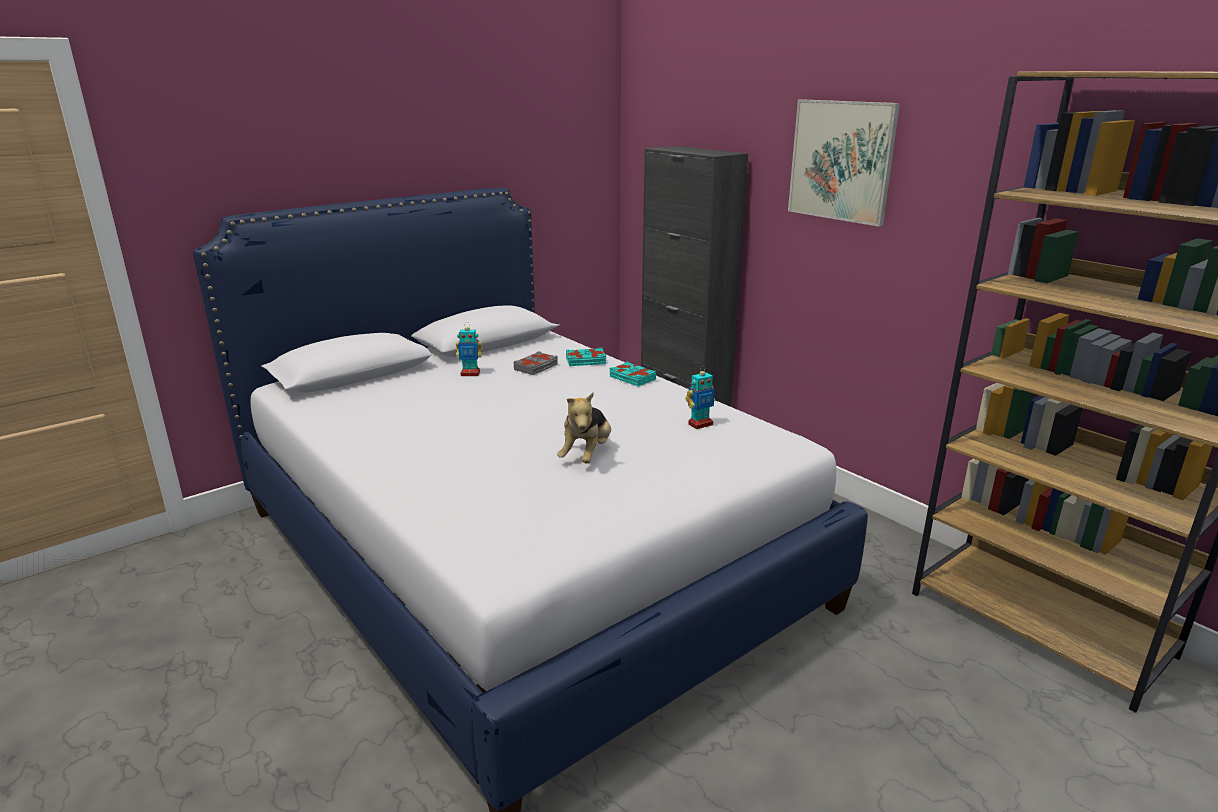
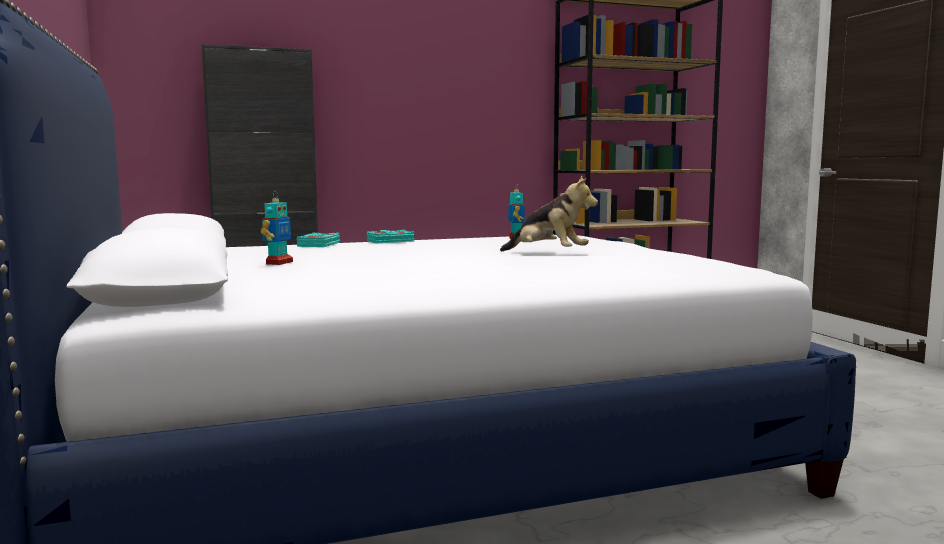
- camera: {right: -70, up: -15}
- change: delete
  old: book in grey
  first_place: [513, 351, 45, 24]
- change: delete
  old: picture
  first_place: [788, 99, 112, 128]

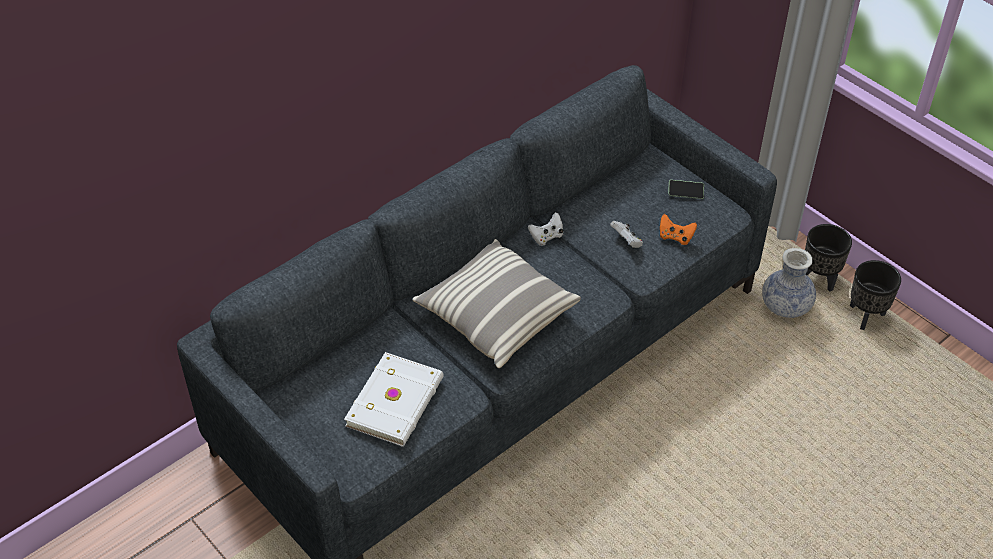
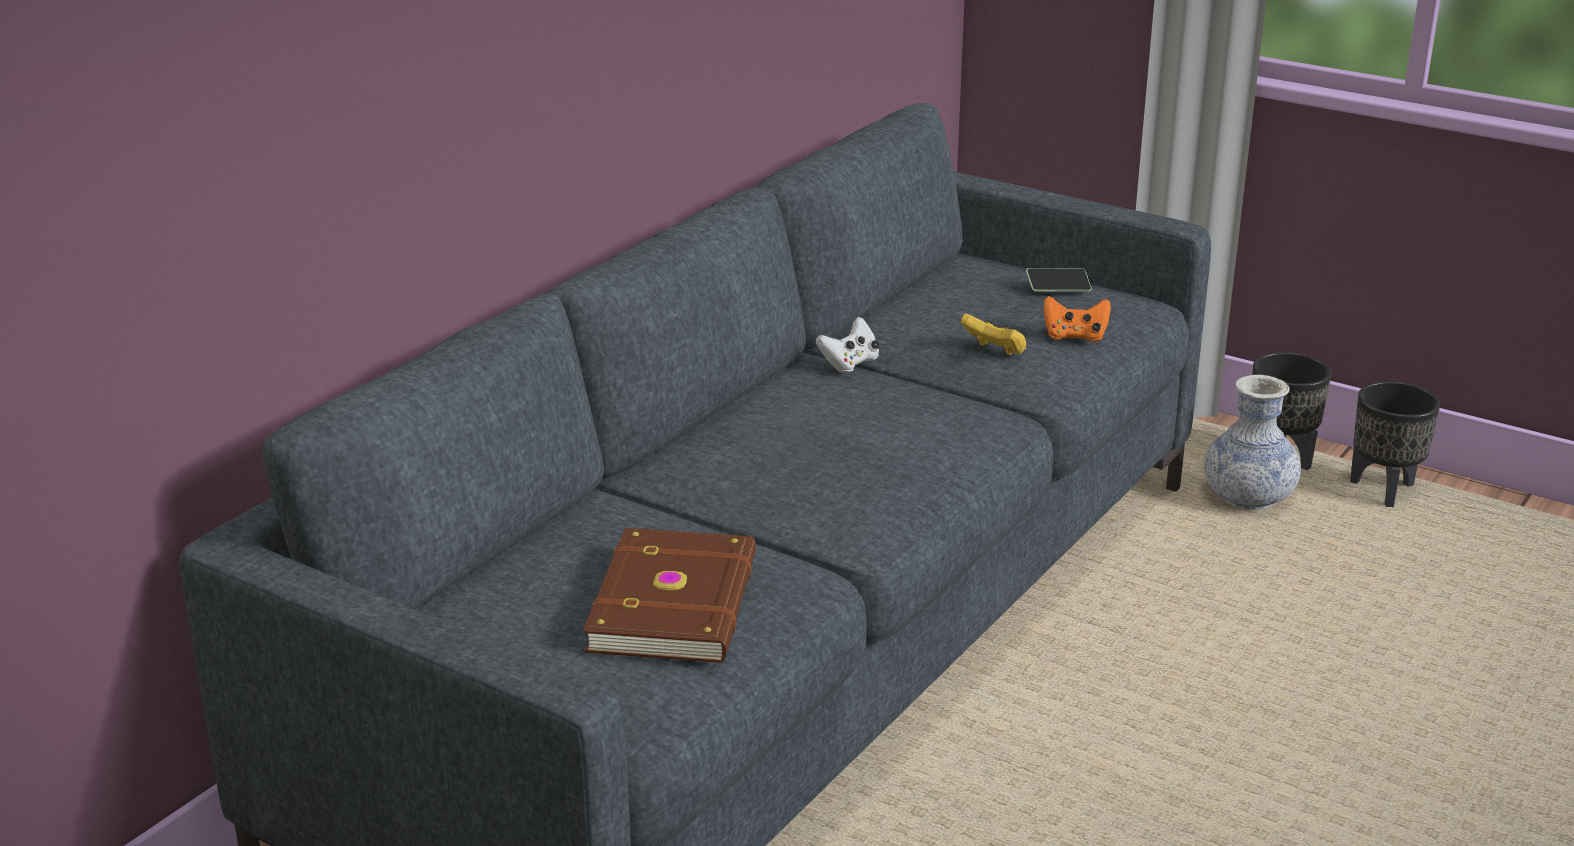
- camera: {right: -15, up: -20}
- change: delete
  old: pillow
  first_place: [413, 239, 168, 129]
- change: recolor
  old: book in white
  new: book in brown
  first_place: [344, 352, 100, 95]
  second_place: [583, 528, 173, 135]
- change: recolor
  old: game controller in white
  new: game controller in yellow
  first_place: [610, 221, 33, 27]
  second_place: [961, 314, 65, 42]

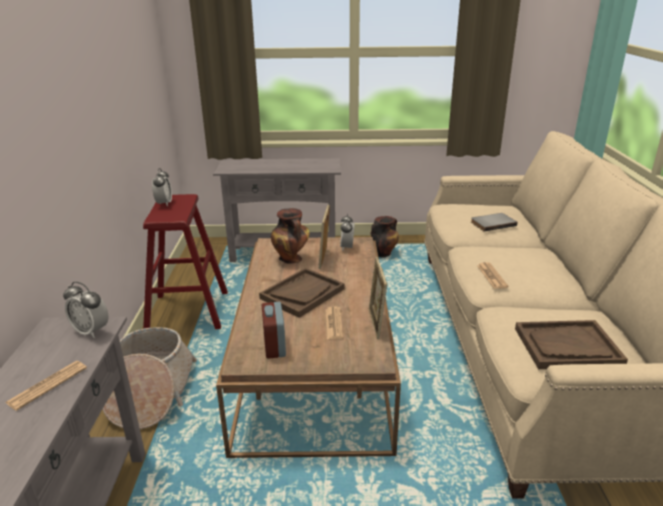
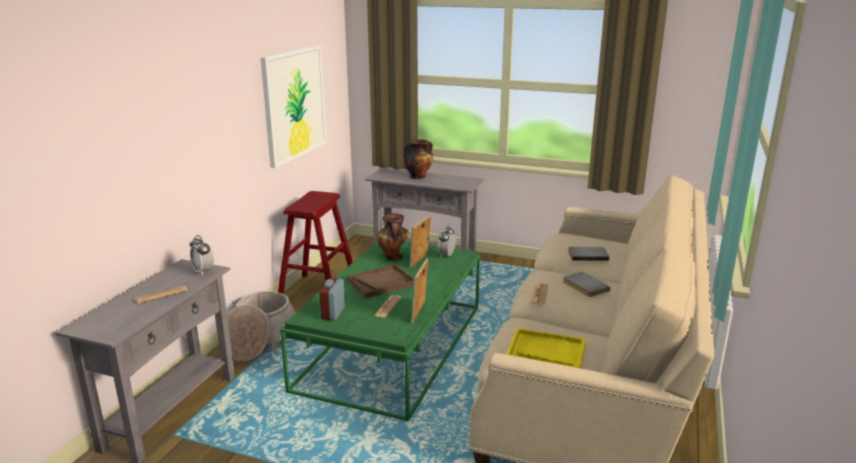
- camera: {right: 20, up: -5}
- change: delete
  old: alarm clock
  first_place: [152, 168, 20, 38]
- change: insert
  new: picture
  second_place: [261, 45, 65, 123]
- change: insert
  new: book in grey
  second_place: [563, 272, 47, 25]
- change: move
  old: vase
  first_place: [370, 216, 29, 42]
  second_place: [403, 139, 30, 40]
- change: recolor
  old: coffee table in brown
  new: coffee table in green
  first_place: [216, 237, 185, 221]
  second_place: [280, 241, 200, 180]
- change: recolor
  old: tray in brown
  new: tray in yellow
  first_place: [515, 320, 113, 49]
  second_place: [506, 328, 80, 40]

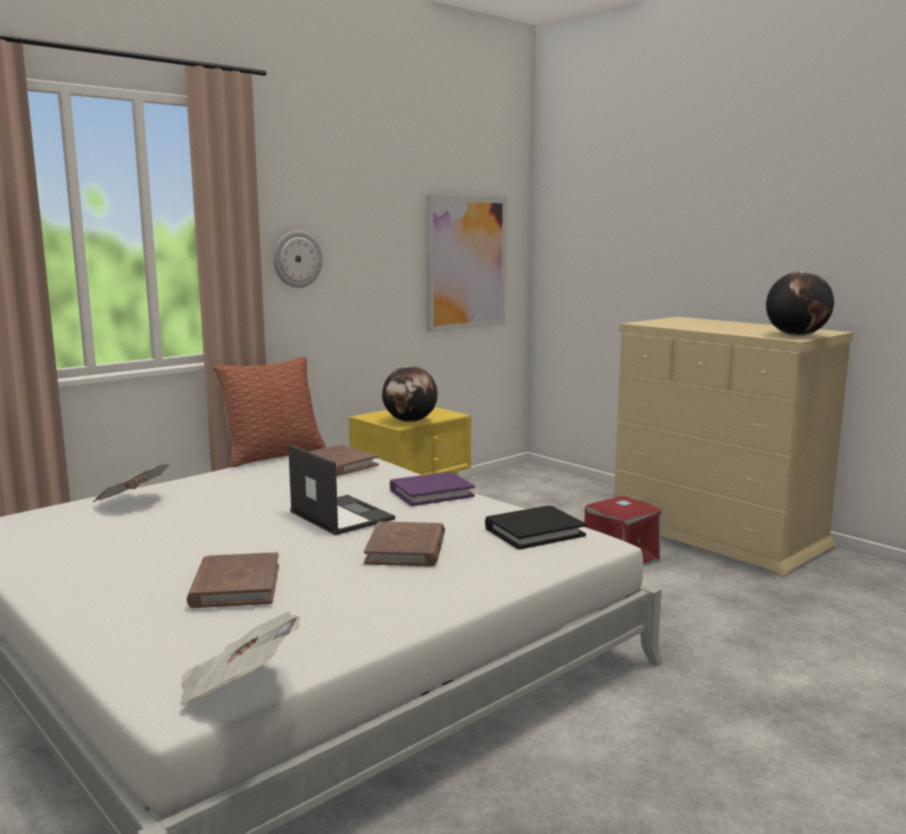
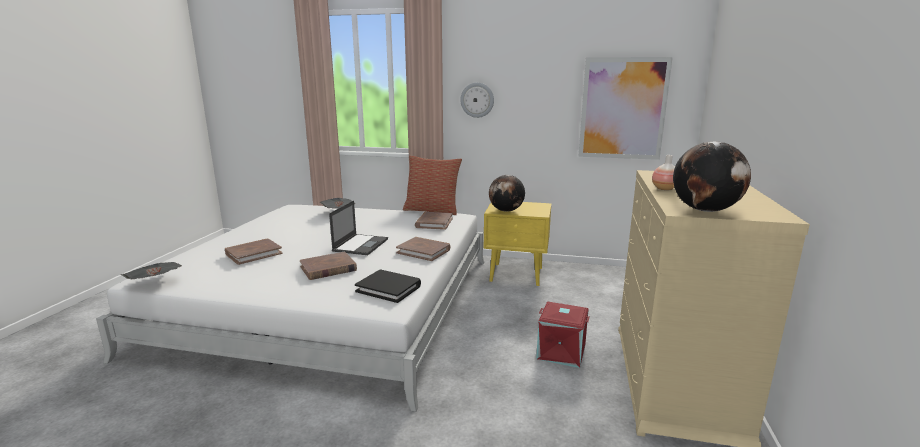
- camera: {right: 55, up: 5}
- change: insert
  new: vase
  second_place: [652, 155, 23, 35]
- change: recolor
  old: book in purple
  new: book in brown
  first_place: [390, 472, 85, 34]
  second_place: [396, 237, 54, 24]

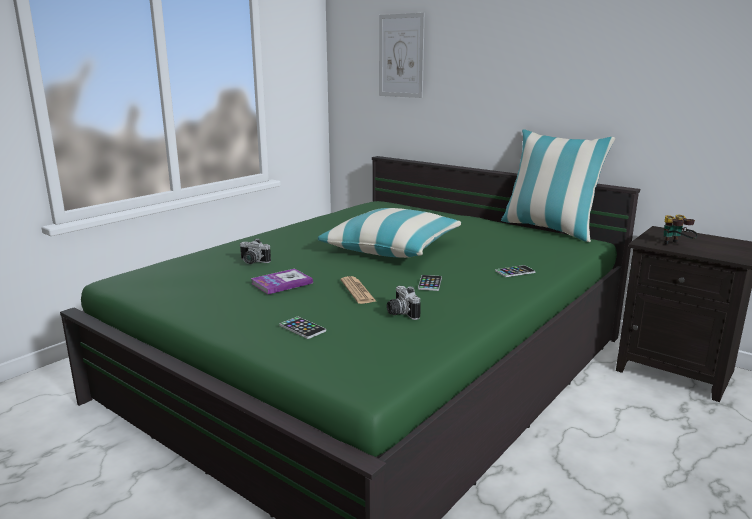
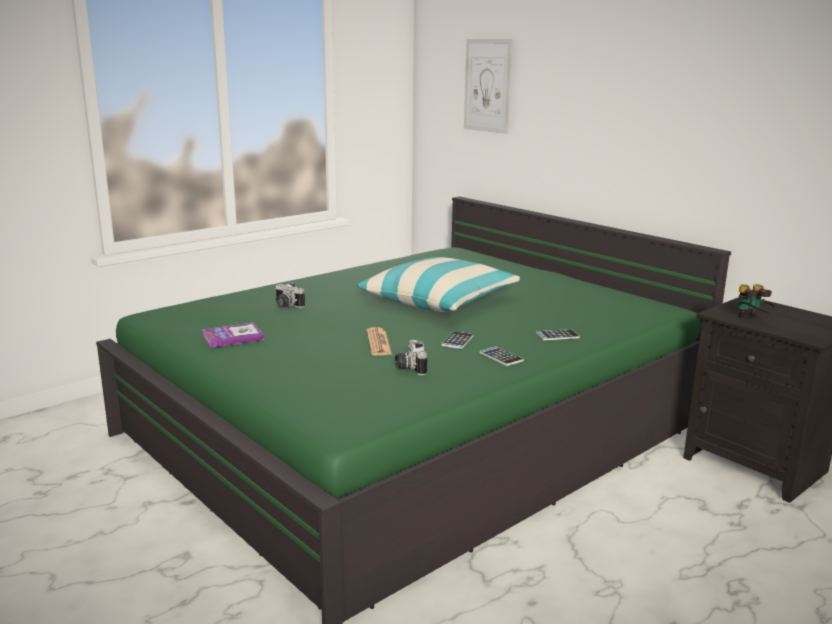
- camera: {right: 10, up: 0}
- change: delete
  old: pillow
  first_place: [501, 129, 114, 113]
- change: move
  old: book
  first_place: [251, 268, 62, 26]
  second_place: [202, 323, 62, 25]
- change: move
  old: phone
  first_place: [280, 317, 46, 22]
  second_place: [479, 347, 45, 19]

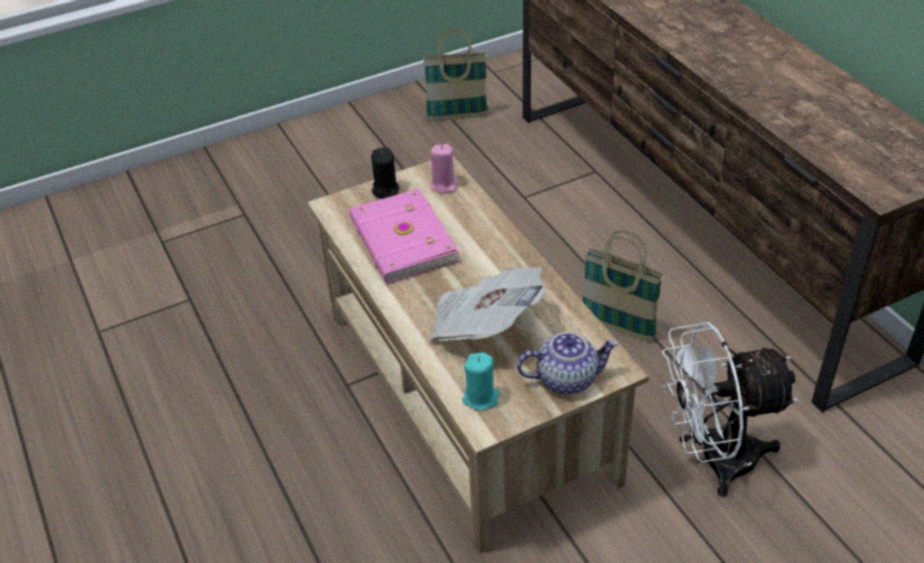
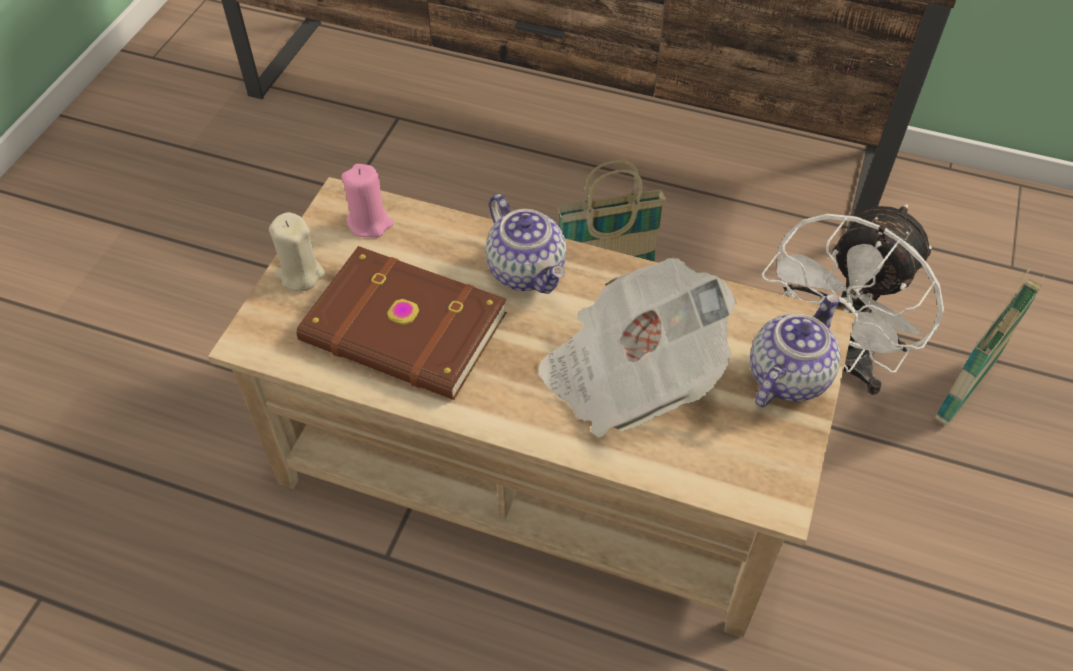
- camera: {right: -45, up: 10}
- change: delete
  old: candle in turquoise
  first_place: [462, 352, 38, 59]
- change: insert
  new: teapot
  second_place: [486, 194, 81, 100]
- change: move
  old: basket
  first_place: [423, 28, 66, 93]
  second_place: [935, 268, 109, 158]
- change: recolor
  old: book in pink
  new: book in brown
  first_place: [349, 189, 110, 95]
  second_place: [296, 246, 211, 154]
- change: recolor
  old: candle in black
  new: candle in beige
  first_place: [371, 147, 28, 52]
  second_place: [269, 212, 56, 79]

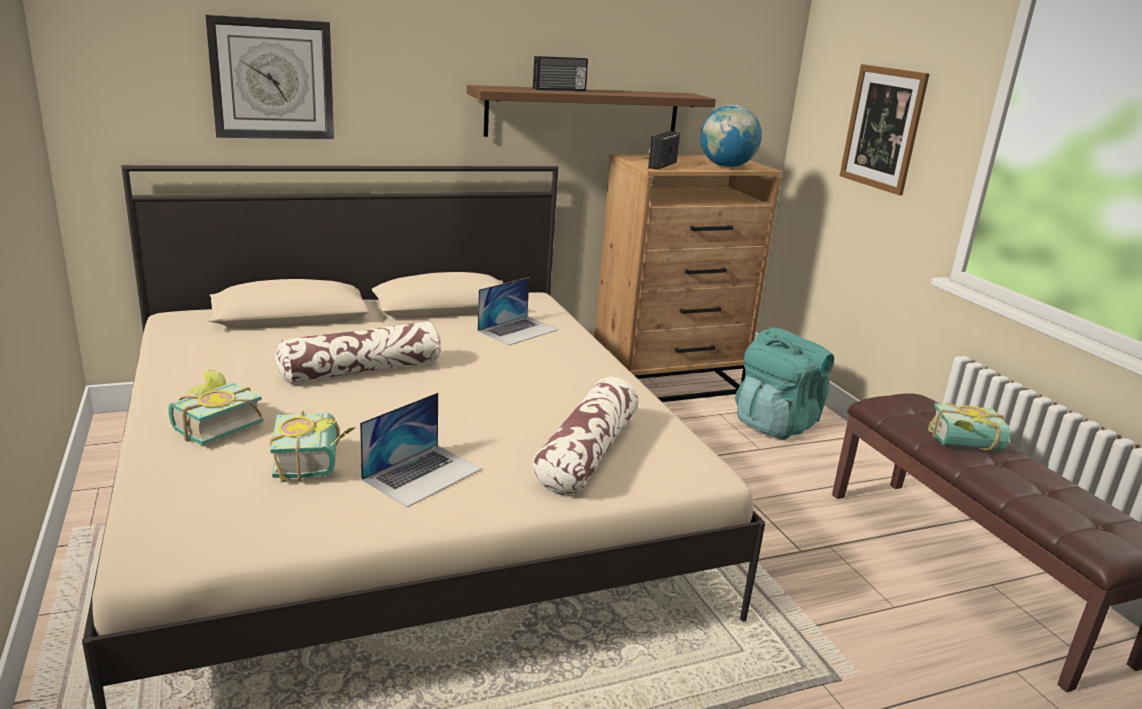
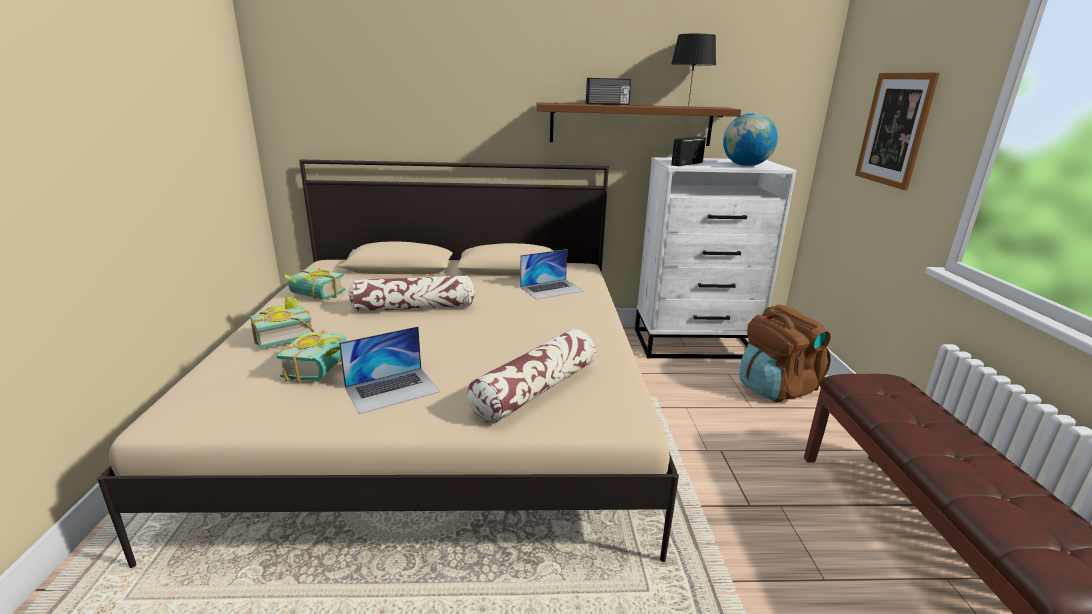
- camera: {right: 20, up: 0}
- change: delete
  old: wall clock
  first_place: [206, 15, 128, 124]
- change: insert
  new: table lamp in black
  second_place: [671, 34, 45, 73]
- change: move
  old: book
  first_place: [928, 402, 82, 49]
  second_place: [285, 268, 61, 32]
- change: recolor
  old: dresser in brown
  new: dresser in white
  first_place: [594, 154, 188, 248]
  second_place: [635, 157, 162, 202]
- change: recolor
  old: backpack in turquoise
  new: backpack in brown
  first_place: [735, 327, 99, 113]
  second_place: [739, 304, 92, 98]

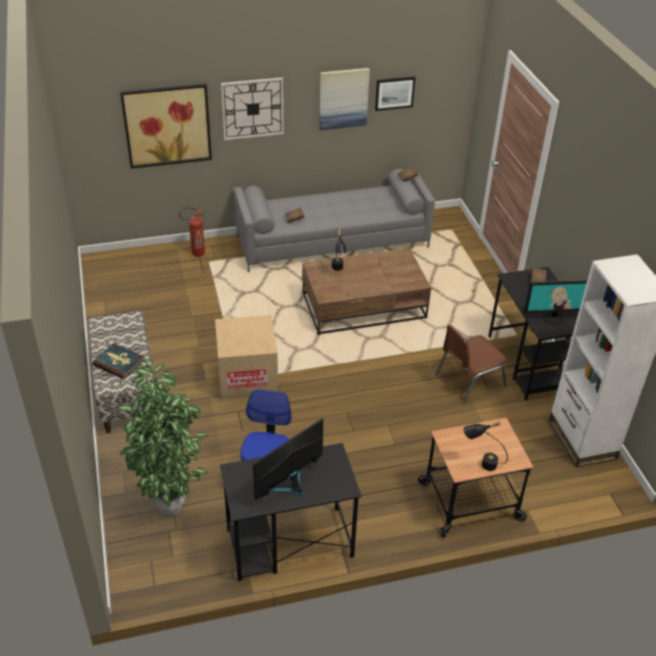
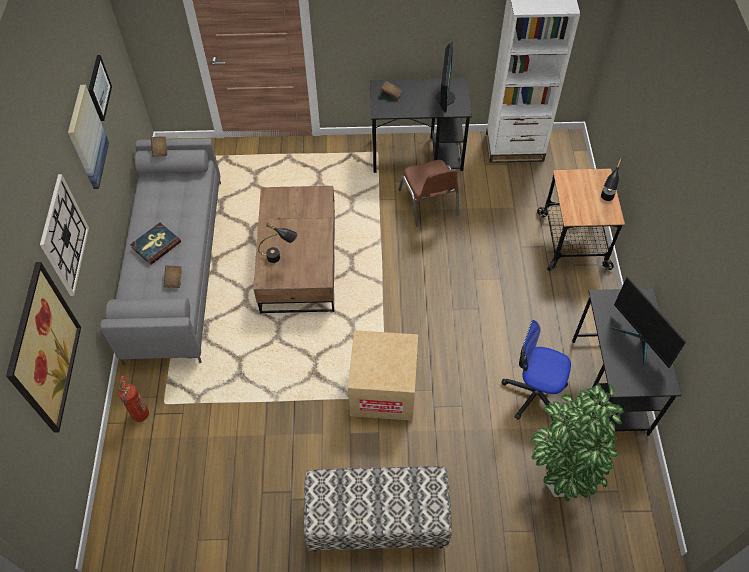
- camera: {right: -75, up: 15}
- change: move
  old: book
  first_place: [93, 343, 51, 36]
  second_place: [130, 223, 51, 42]

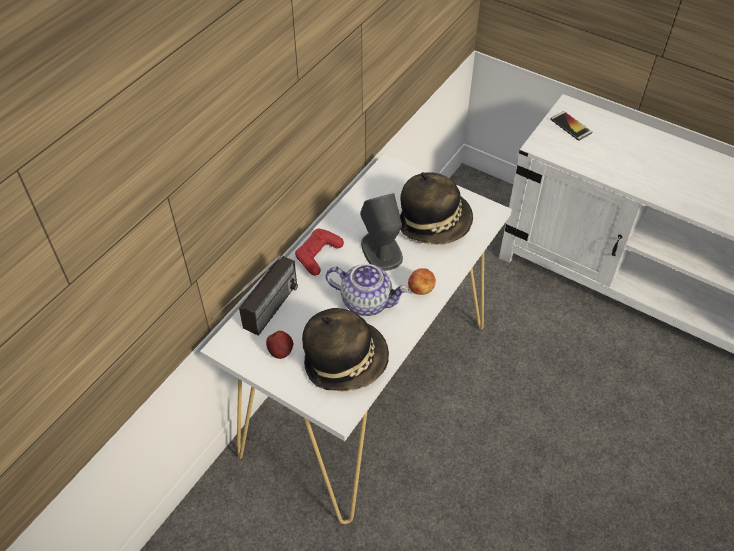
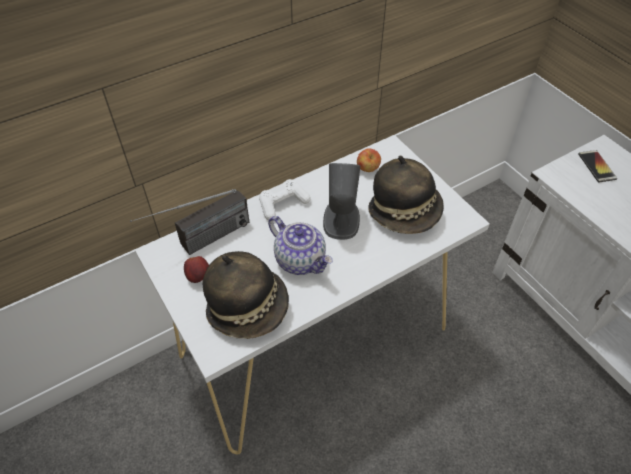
- camera: {right: 25, up: 0}
- change: move
  old: apple
  first_place: [408, 268, 28, 27]
  second_place: [357, 148, 24, 24]
- change: recolor
  old: game controller in red
  new: game controller in white
  first_place: [295, 229, 49, 47]
  second_place: [259, 179, 52, 41]

